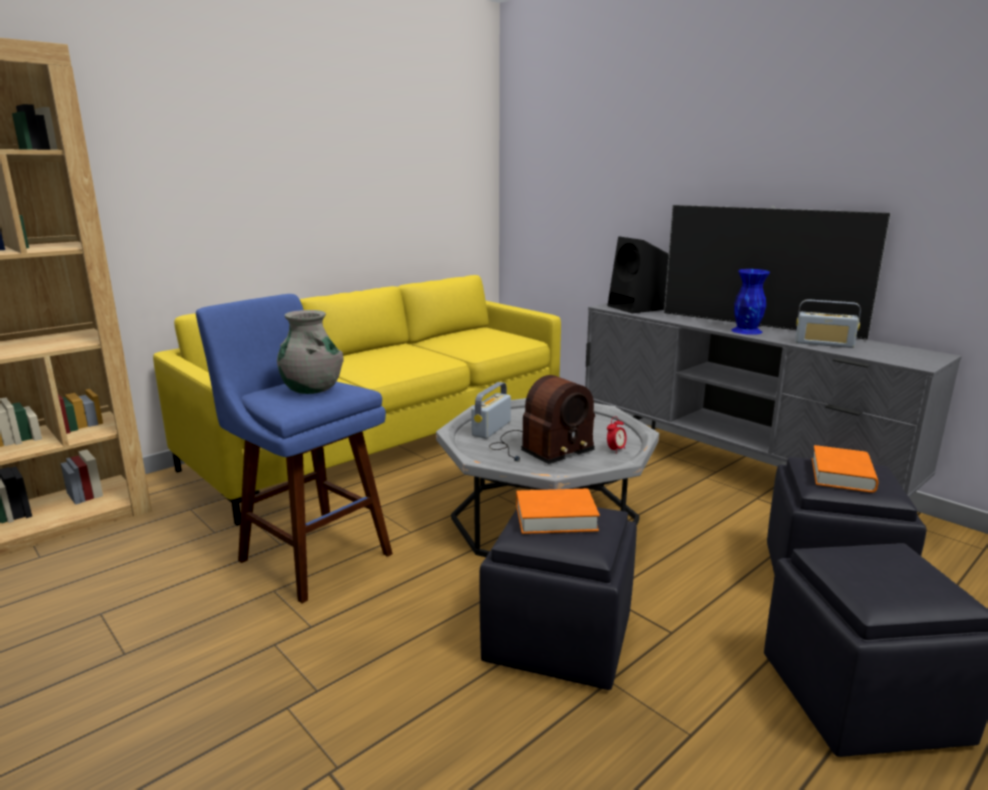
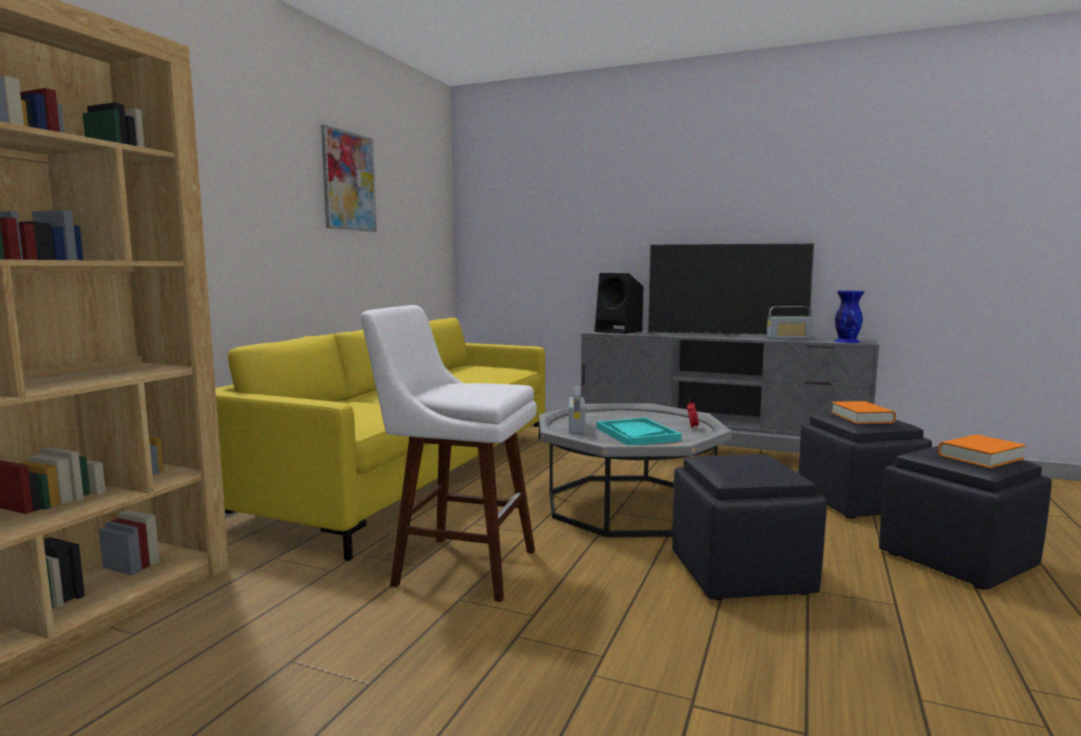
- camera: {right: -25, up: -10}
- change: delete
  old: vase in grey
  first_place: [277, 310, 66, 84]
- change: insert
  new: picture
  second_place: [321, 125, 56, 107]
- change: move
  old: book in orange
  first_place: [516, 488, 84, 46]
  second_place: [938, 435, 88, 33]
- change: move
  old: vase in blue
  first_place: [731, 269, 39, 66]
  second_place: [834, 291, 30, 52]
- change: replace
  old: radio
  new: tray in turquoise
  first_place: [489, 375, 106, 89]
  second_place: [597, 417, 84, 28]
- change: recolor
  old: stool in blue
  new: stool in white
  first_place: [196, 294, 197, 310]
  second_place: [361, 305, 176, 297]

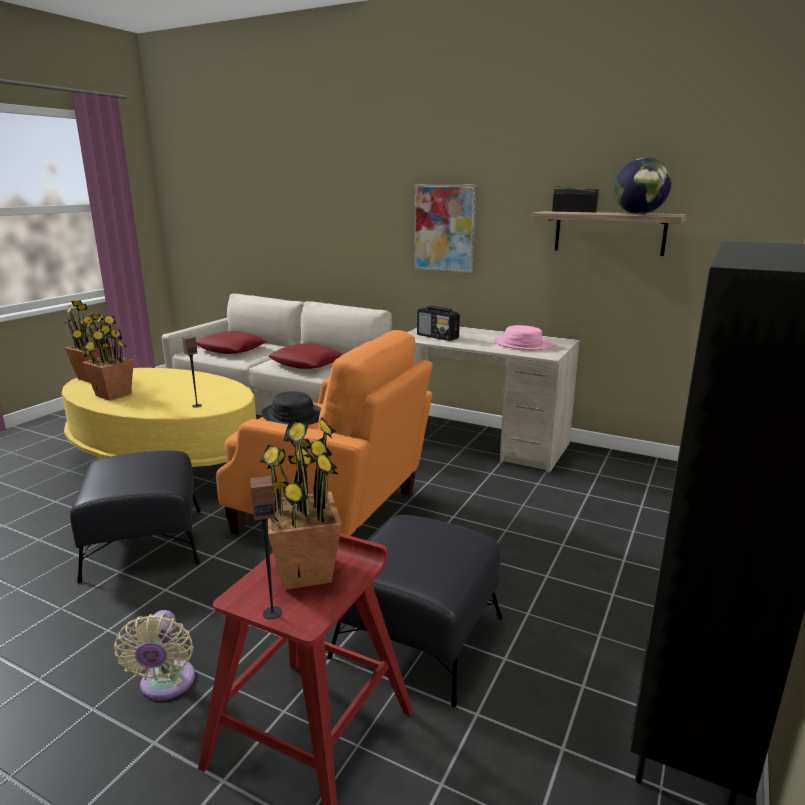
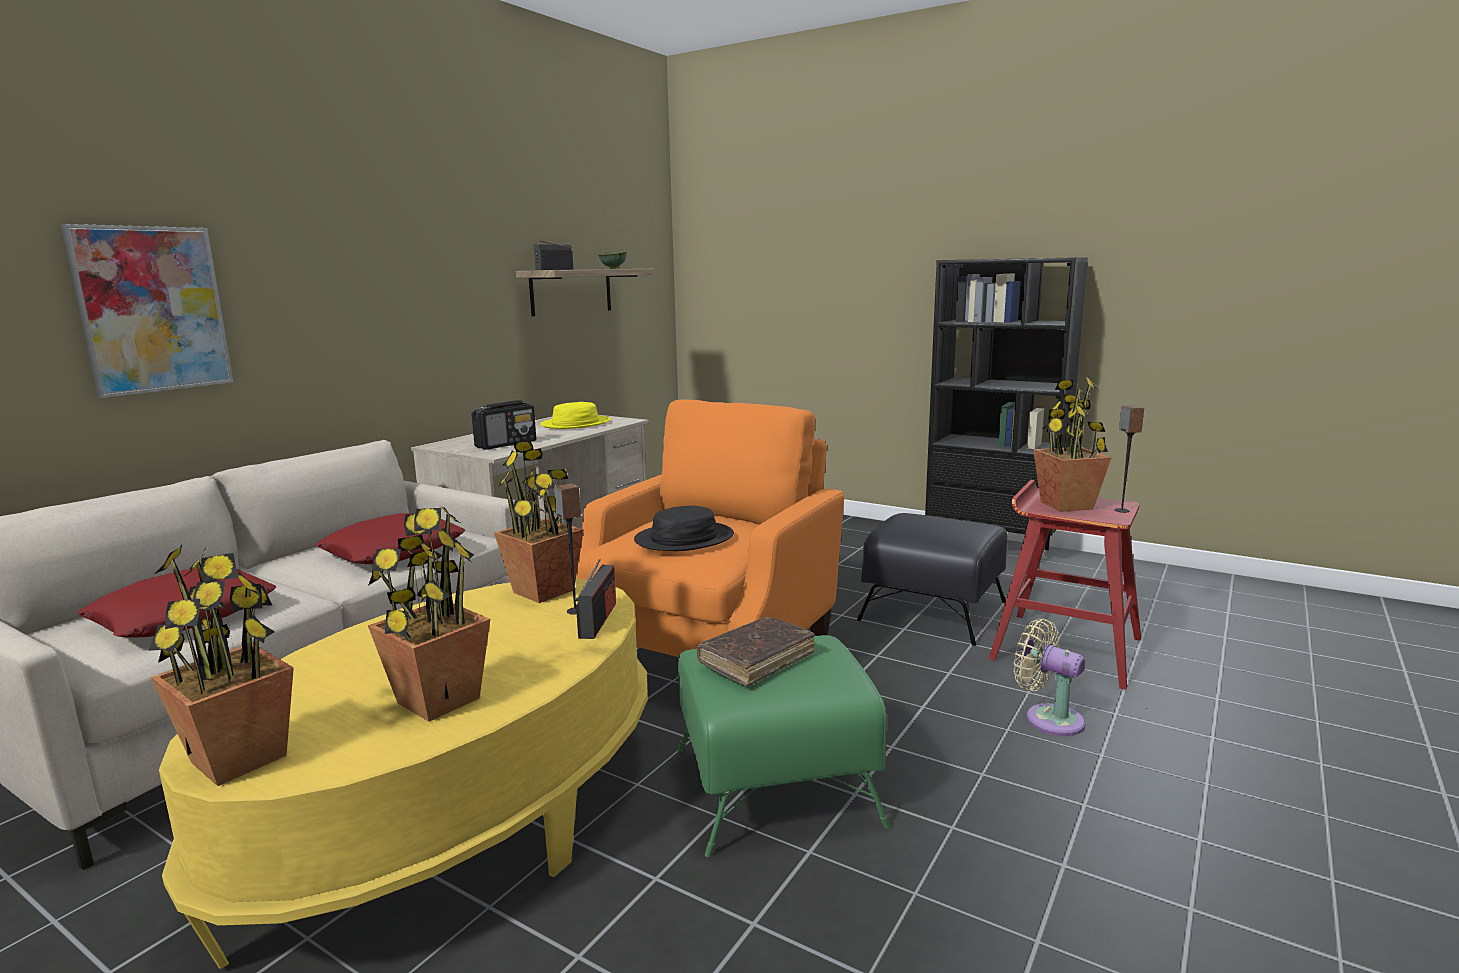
- camera: {right: -85, up: -5}
- change: insert
  new: potted plant
  second_place: [494, 441, 90, 162]
- change: insert
  new: radio
  second_place: [576, 559, 40, 80]
- change: insert
  new: book in brown
  second_place: [696, 617, 119, 69]
- change: move
  old: picture
  first_place: [414, 185, 63, 88]
  second_place: [61, 224, 172, 174]
- change: replace
  old: globe
  new: bowl in green
  first_place: [614, 157, 57, 57]
  second_place: [598, 251, 29, 18]
- change: recolor
  old: ottoman in black
  new: ottoman in green
  first_place: [70, 450, 131, 133]
  second_place: [677, 635, 214, 222]
- change: recolor
  old: hat in pink
  new: hat in yellow
  first_place: [494, 325, 59, 26]
  second_place: [540, 402, 70, 27]
- change: rotate
  old: fan in beige
  first_place: [114, 610, 81, 91]
  second_place: [1014, 619, 72, 117]
  degrees: -135

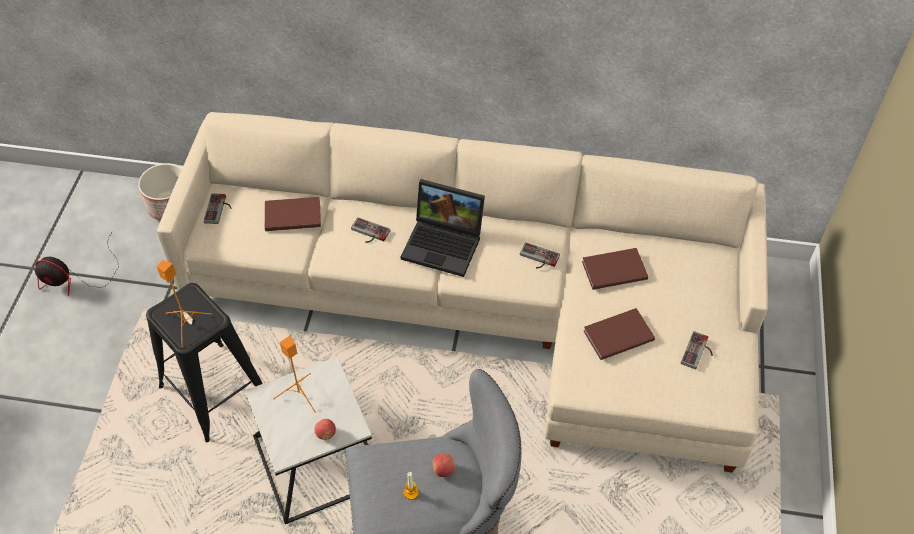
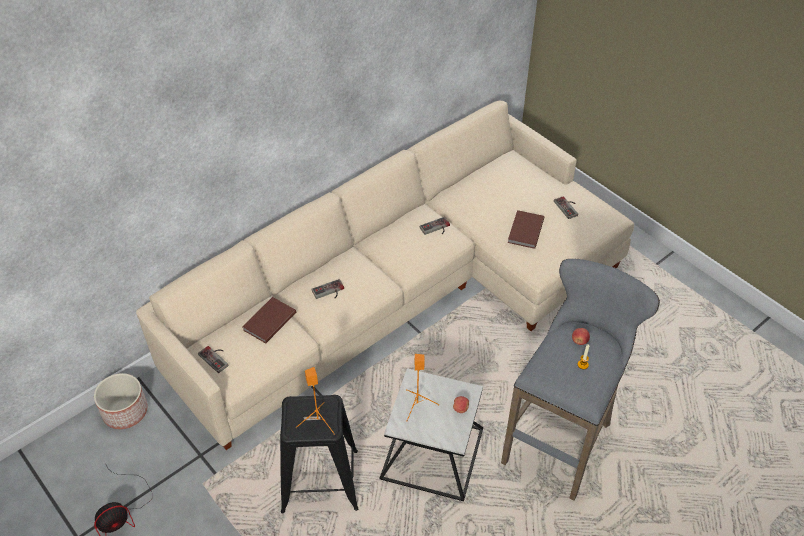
- camera: {right: -50, up: -5}
- change: delete
  old: laptop
  first_place: [401, 179, 84, 98]
- change: delete
  old: book in brown
  first_place: [582, 248, 66, 42]

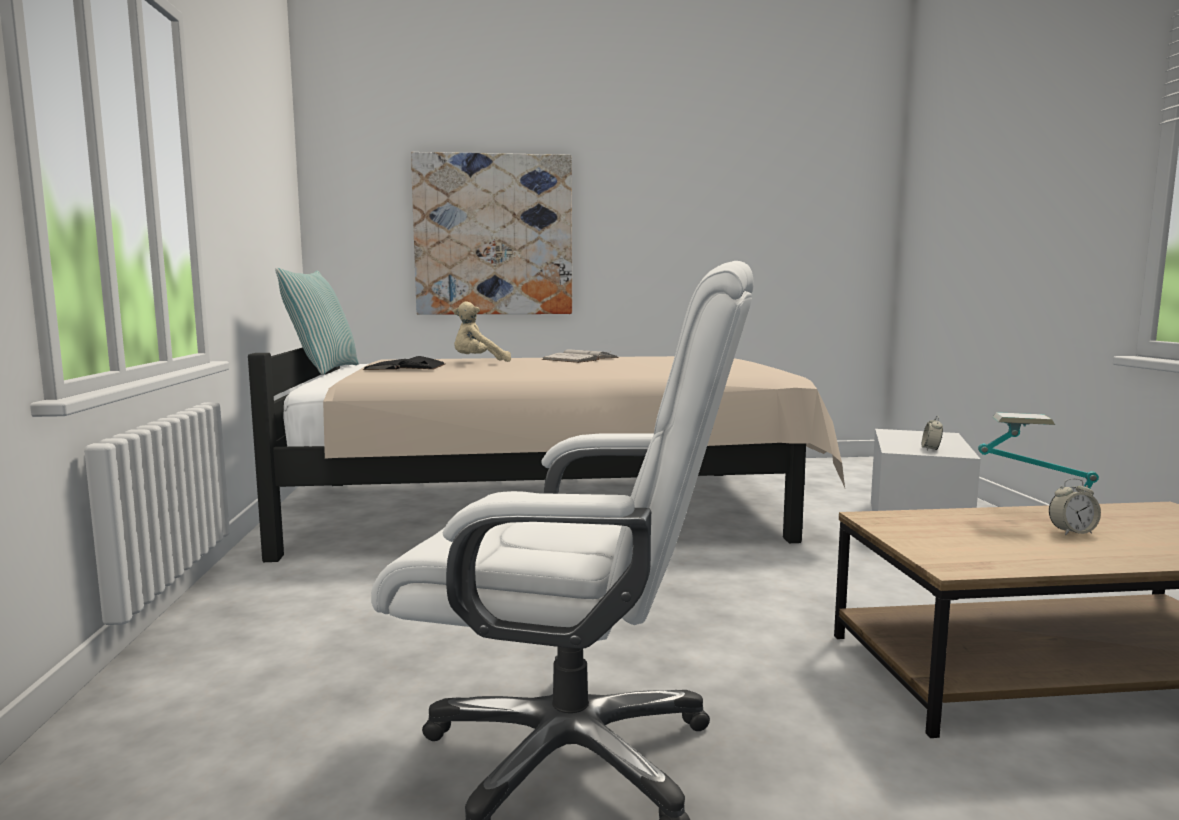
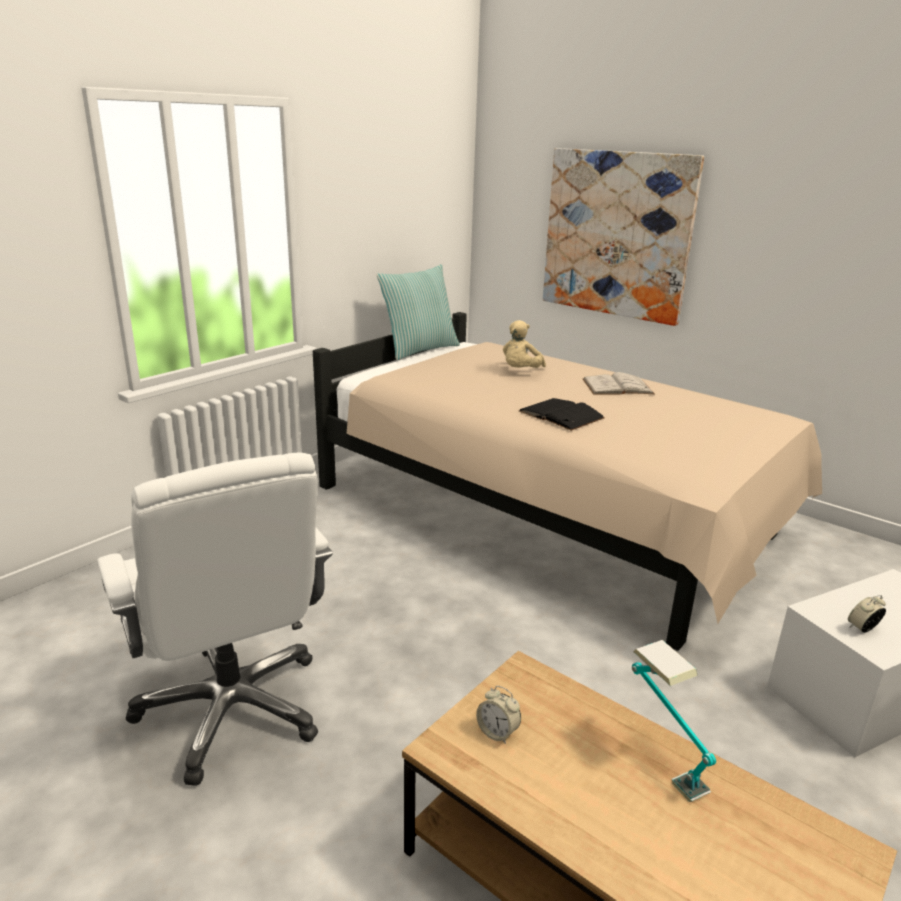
- camera: {right: 45, up: 15}
- change: move
  old: book in black
  first_place: [363, 356, 82, 14]
  second_place: [519, 398, 86, 33]
- change: move
  old: alarm clock
  first_place: [1049, 478, 52, 57]
  second_place: [476, 686, 45, 58]
- change: rotate
  old: plush toy in beige
  first_place: [453, 301, 58, 61]
  second_place: [503, 320, 43, 48]
  degrees: -90

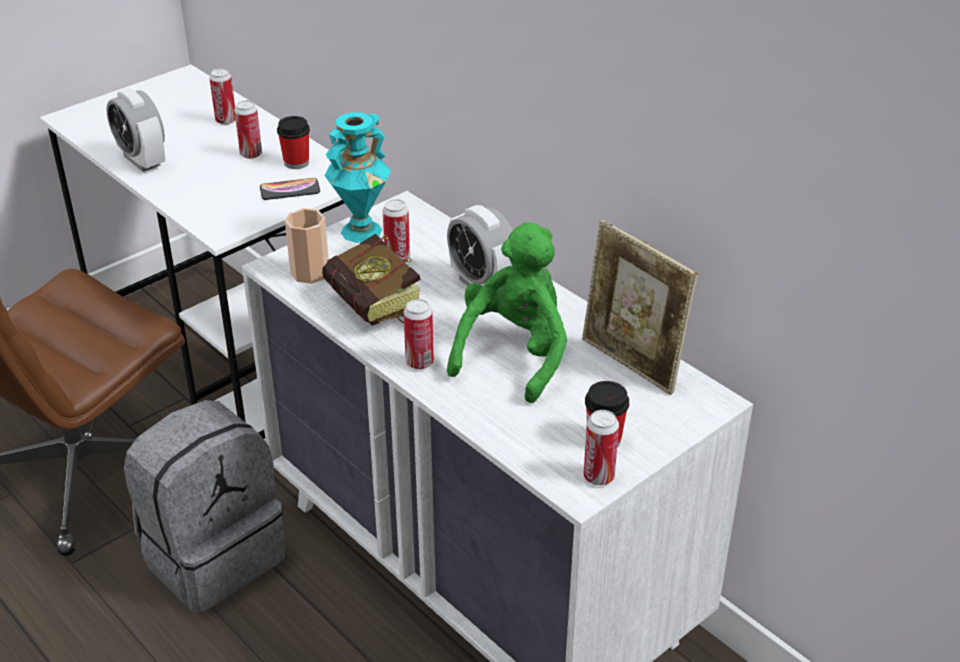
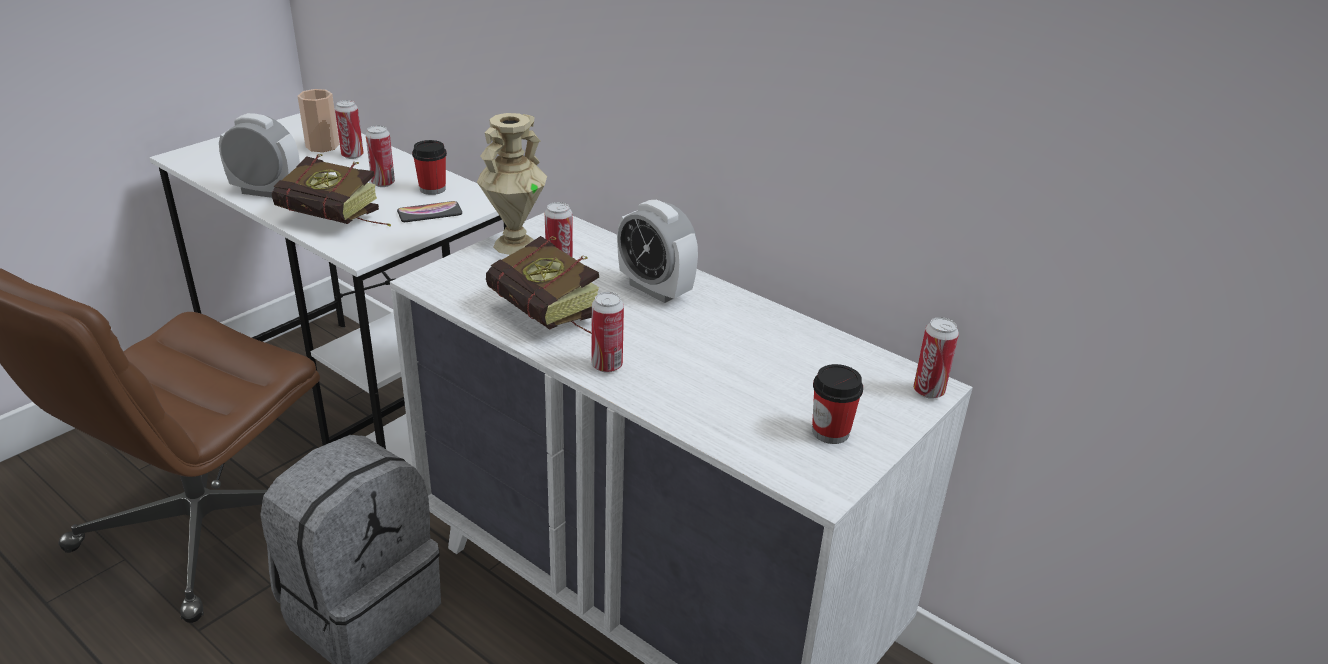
- camera: {right: -10, up: -5}
- change: delete
  old: plush toy in green
  first_place: [447, 222, 120, 181]
- change: delete
  old: picture frame
  first_place: [582, 220, 116, 175]
- change: insert
  new: book
  second_place: [272, 154, 119, 72]
- change: move
  old: cup
  first_place: [285, 208, 44, 76]
  second_place: [297, 89, 43, 63]
- change: move
  old: can
  first_place: [584, 410, 35, 75]
  second_place: [913, 317, 46, 82]
- change: recolor
  old: vase in turquoise
  new: vase in beige
  first_place: [324, 112, 67, 131]
  second_place: [477, 113, 70, 142]
- change: rotate
  old: alarm clock
  first_place: [107, 89, 58, 83]
  second_place: [219, 113, 81, 85]
  degrees: 150

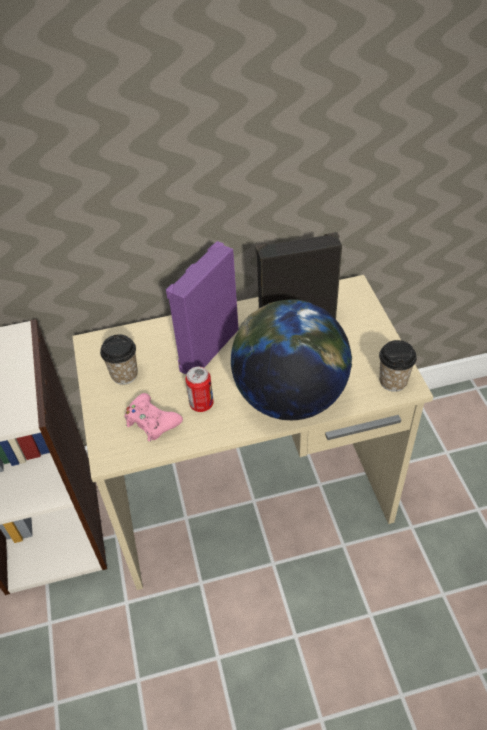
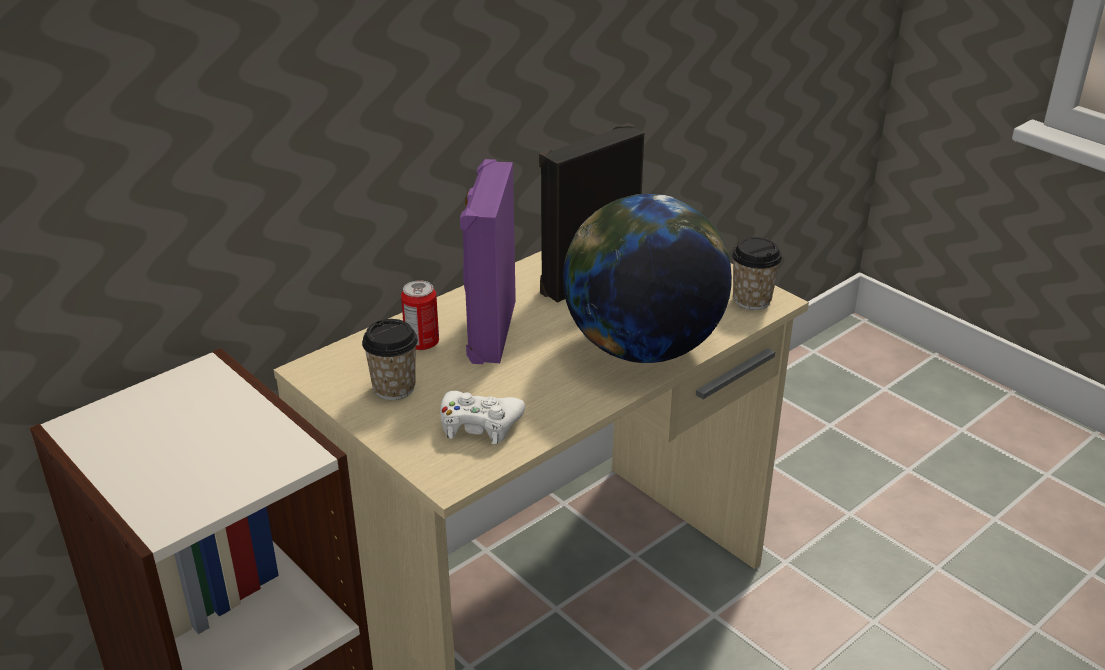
- camera: {right: -30, up: -15}
- change: move
  old: can
  first_place: [185, 367, 29, 45]
  second_place: [401, 280, 38, 70]
- change: recolor
  old: game controller in pink
  new: game controller in white
  first_place: [124, 393, 59, 49]
  second_place: [440, 391, 85, 53]

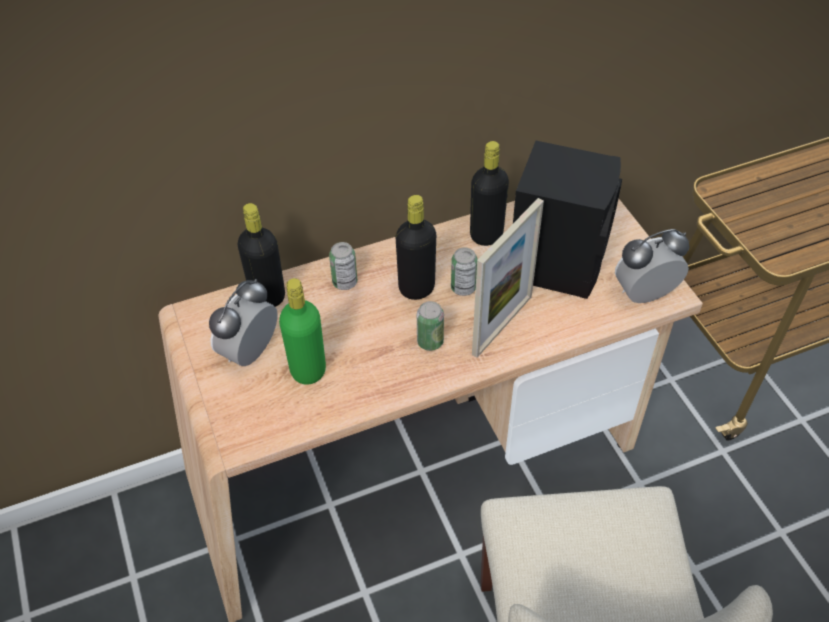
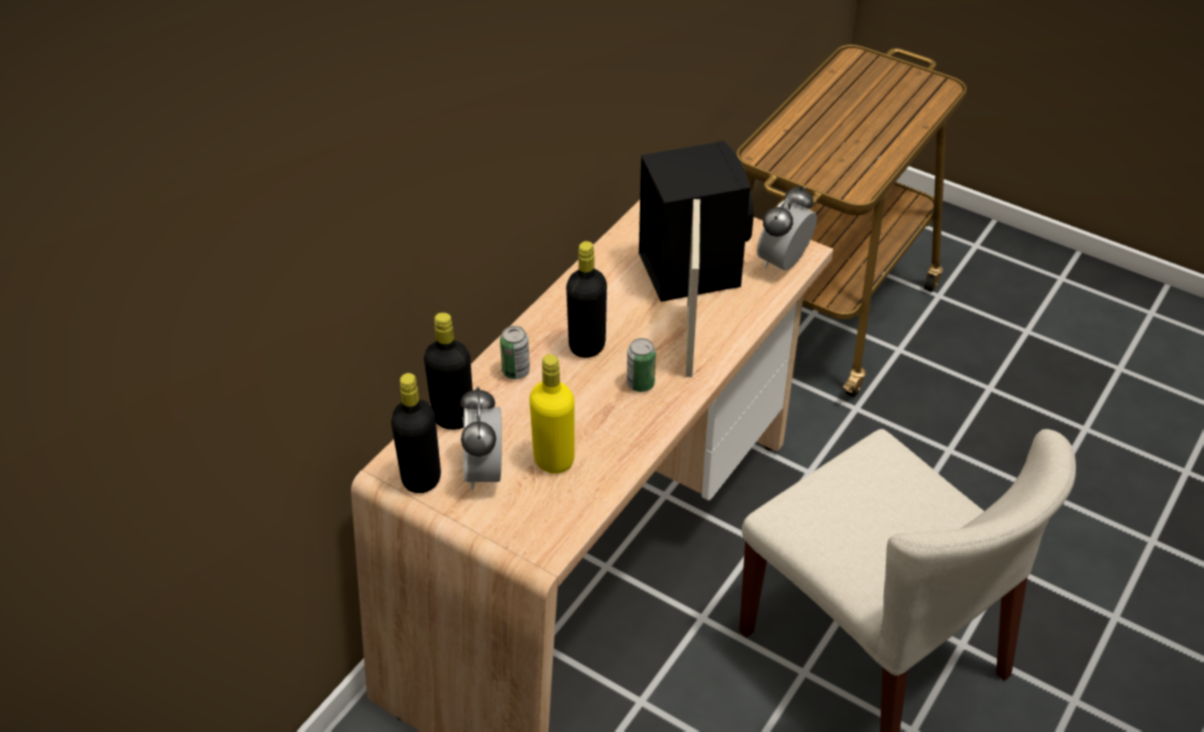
- camera: {right: -35, up: -5}
- change: delete
  old: can
  first_place: [451, 247, 27, 49]
- change: move
  old: bottle in black
  first_place: [470, 141, 39, 105]
  second_place: [391, 373, 50, 120]
- change: recolor
  old: bottle in green
  new: bottle in yellow
  first_place: [279, 278, 47, 106]
  second_place: [529, 354, 46, 120]

